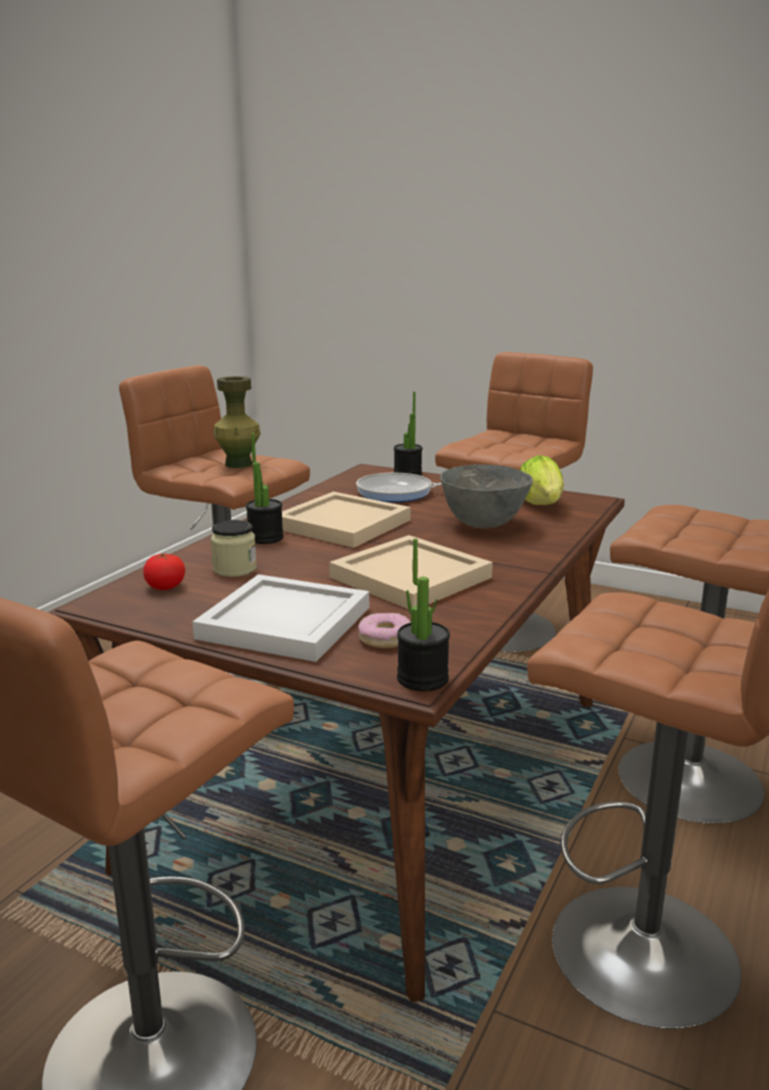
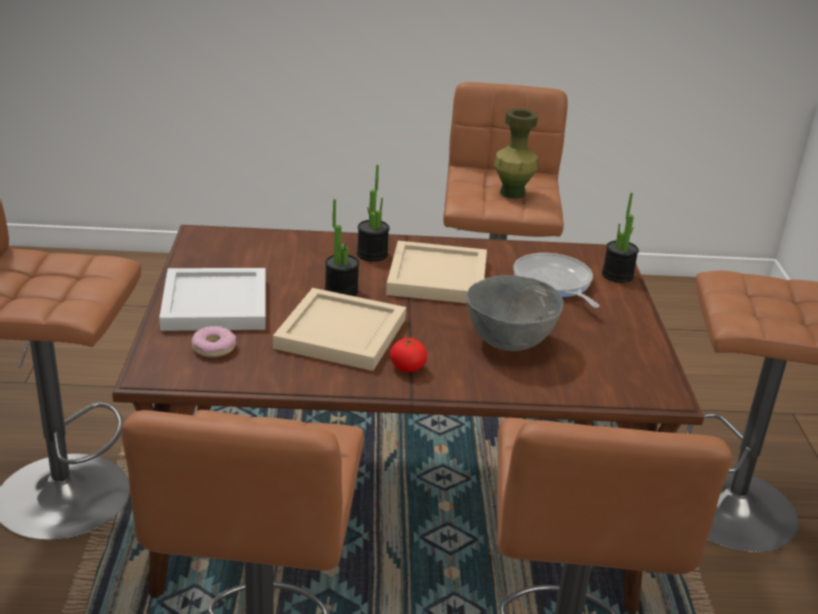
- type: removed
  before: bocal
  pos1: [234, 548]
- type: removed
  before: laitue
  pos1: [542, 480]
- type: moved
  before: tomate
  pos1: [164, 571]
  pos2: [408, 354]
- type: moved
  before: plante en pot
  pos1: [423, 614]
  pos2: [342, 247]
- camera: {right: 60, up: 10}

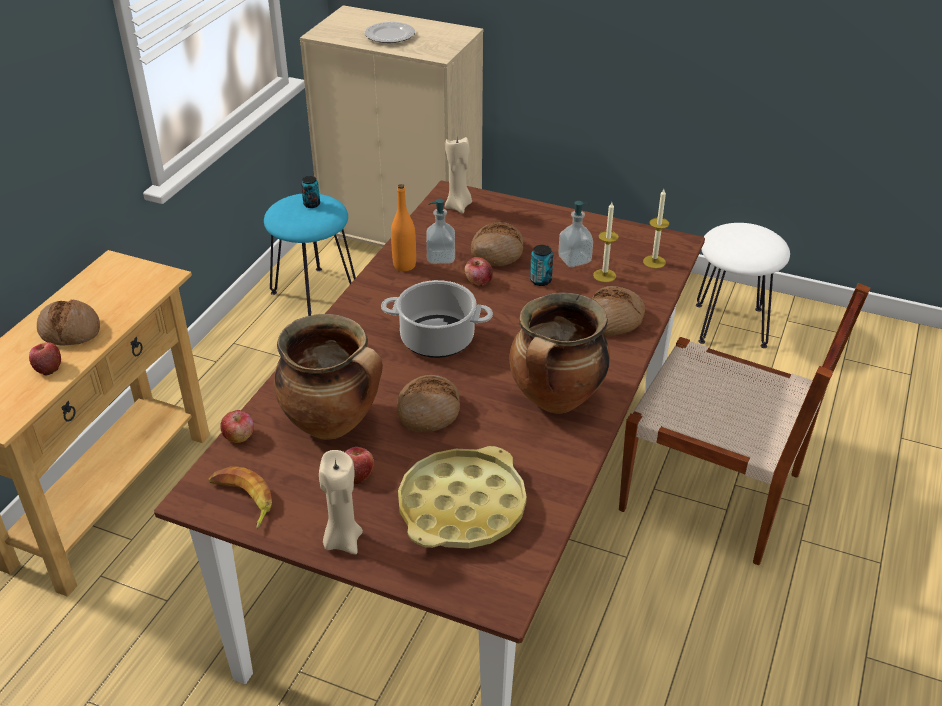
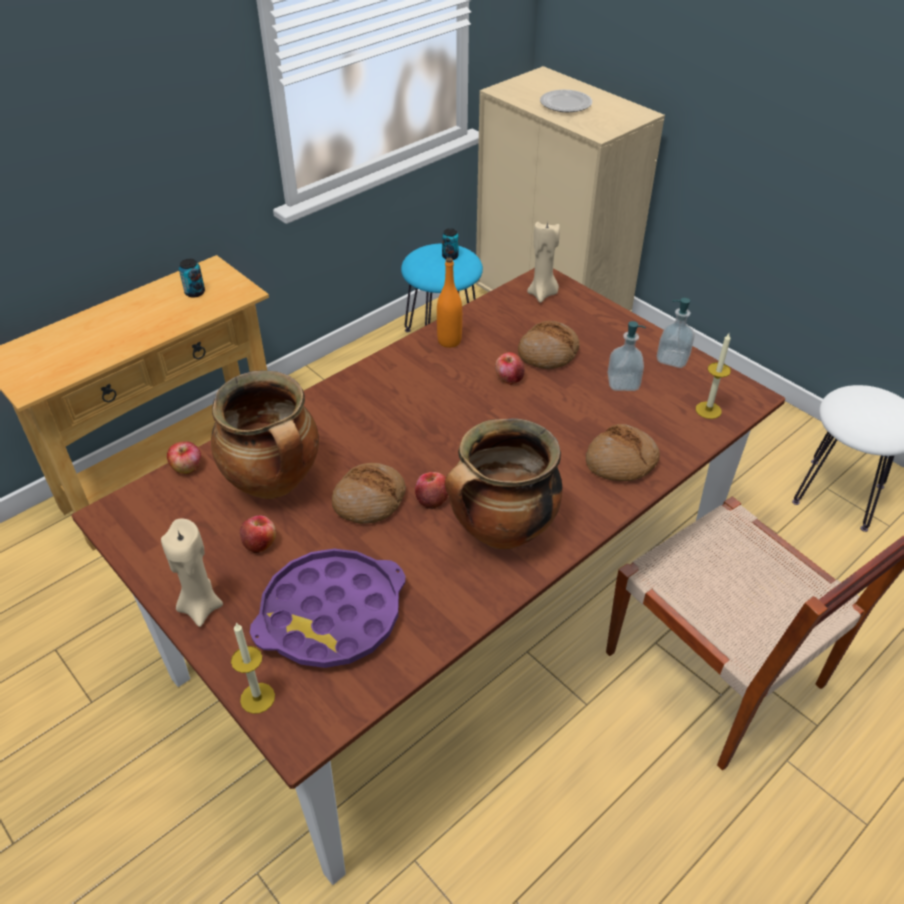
- type: removed
  before: pain
  pos1: [68, 322]
- type: removed
  before: banane
  pos1: [240, 497]
- type: removed
  before: marmite
  pos1: [437, 319]
- type: moved
  before: pomme
  pos1: [45, 358]
  pos2: [431, 490]
- type: moved
  before: distributeur de savon
  pos1: [440, 231]
  pos2: [676, 333]
- type: moved
  before: boîte métallique
  pos1: [541, 265]
  pos2: [192, 278]
- type: moved
  before: bougie
  pos1: [606, 242]
  pos2: [253, 668]
- type: recoloured
  before: plateau [jaune]
  after: plateau [violet]
  pos1: [462, 497]
  pos2: [327, 608]
- camera: {right: 25, up: 5}

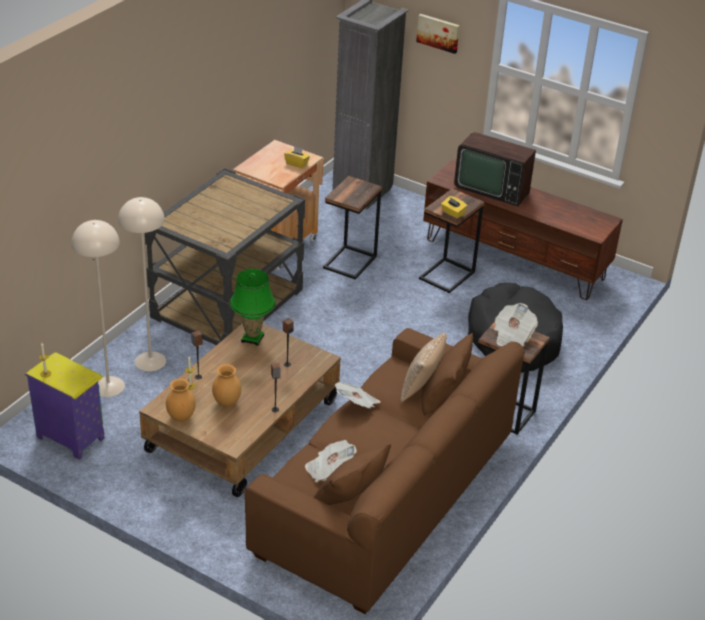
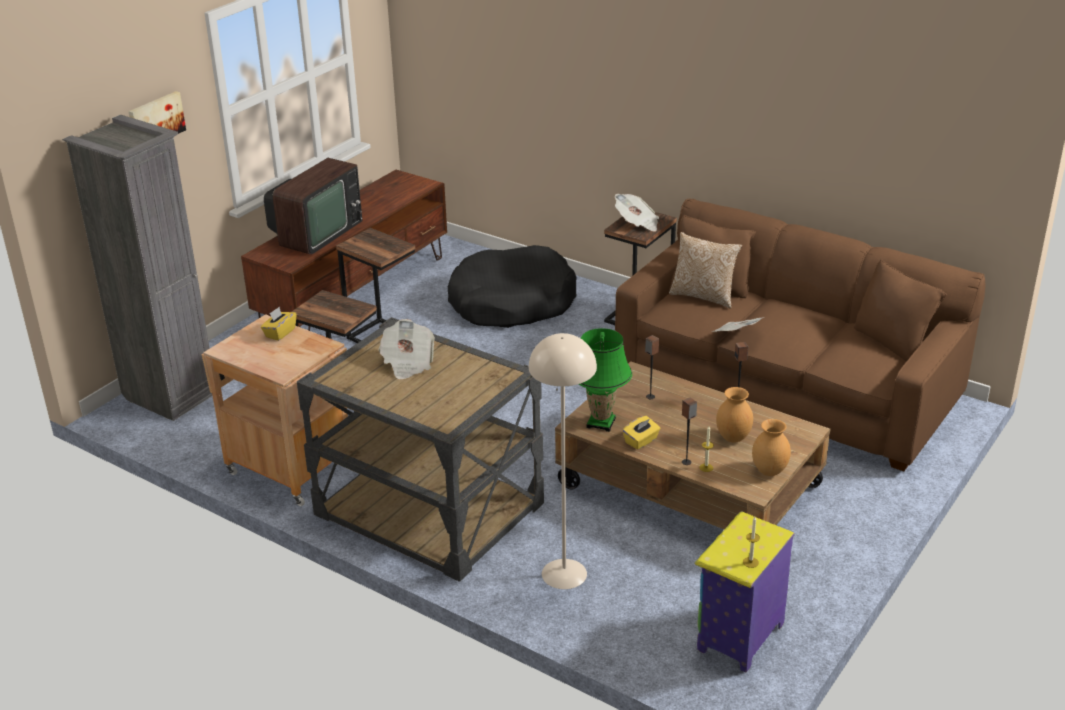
- type: removed
  before: lampadaire [beige]
  pos1: [98, 308]
- type: moved
  before: journal
  pos1: [331, 461]
  pos2: [407, 349]
- type: moved
  before: boîte à mouchoirs [jaune]
  pos1: [454, 207]
  pos2: [642, 433]
- camera: {right: -85, up: -5}

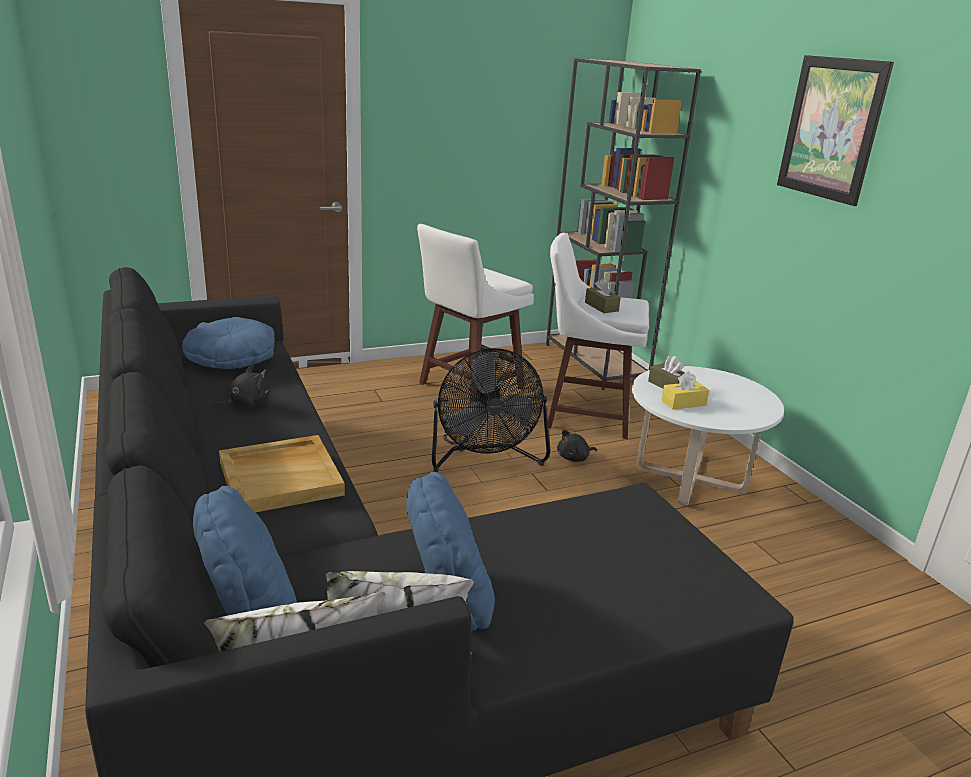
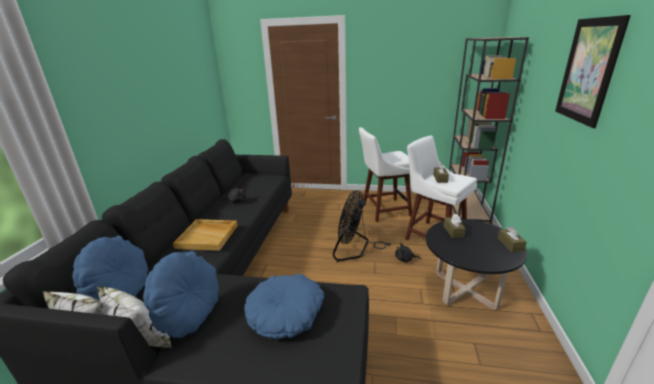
- type: removed
  before: boîte à mouchoirs [jaune]
  pos1: [685, 390]
- type: added
  after: boîte à mouchoirs [marron]
  pos2: [512, 239]
- type: moved
  before: coussin [bleu]
  pos1: [228, 343]
  pos2: [284, 306]
- type: recoloured
  before: table basse [blanc]
  after: table basse [noir]
  pos1: [708, 435]
  pos2: [476, 264]
- type: turned
  before: ventilateur [noir]
  pos1: [491, 410]
  pos2: [362, 226]
  turn: 90
- camera: {right: 35, up: 0}

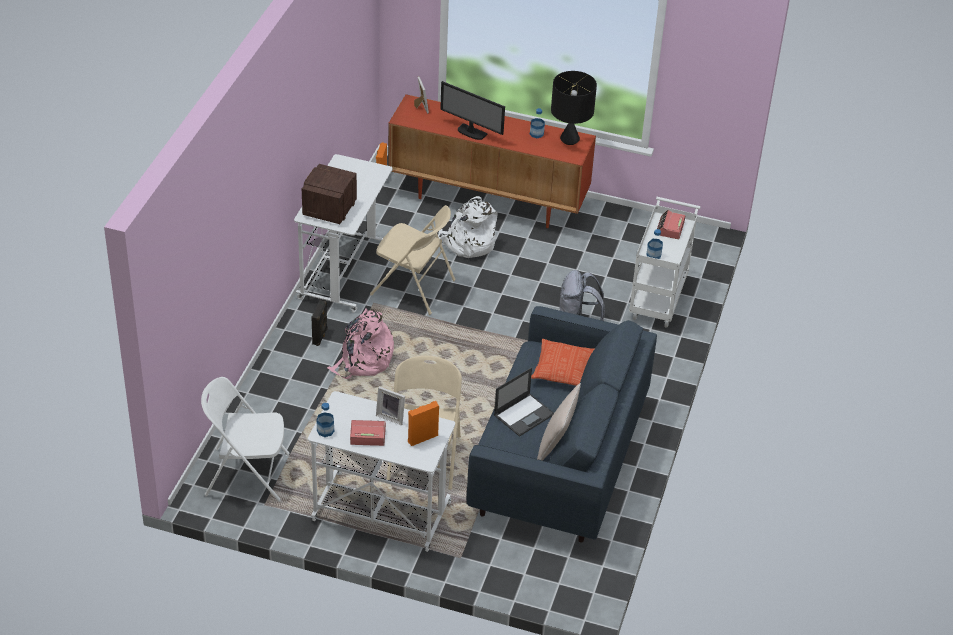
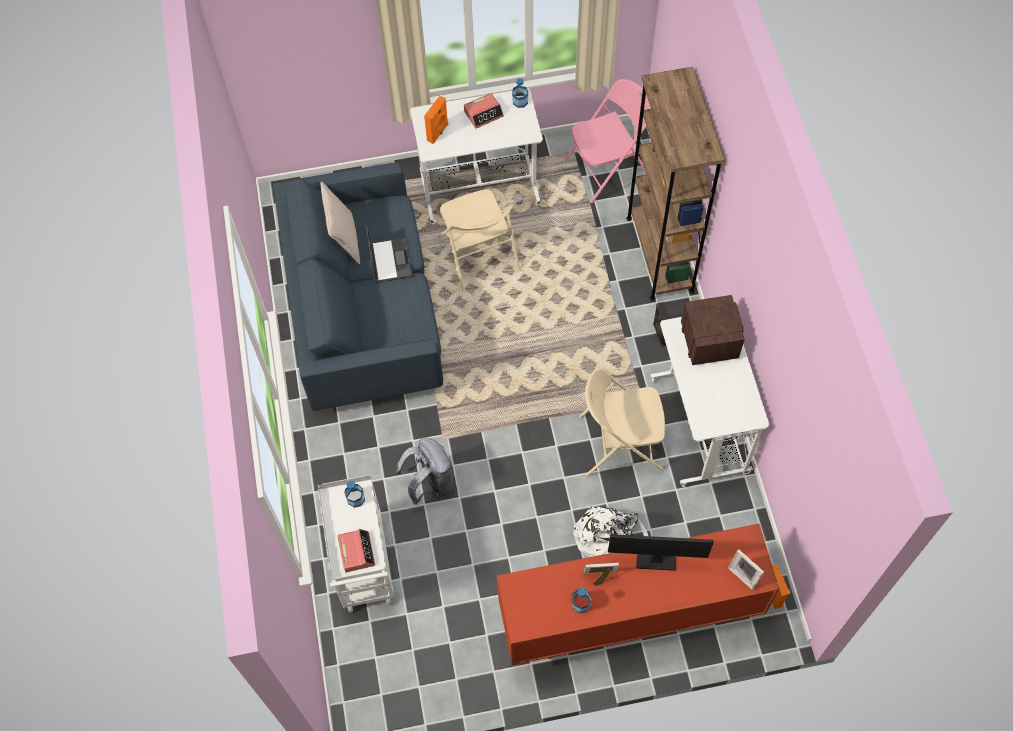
- type: removed
  before: sac à dos [rose]
  pos1: [360, 343]
- type: removed
  before: coussin [orange]
  pos1: [562, 362]
- type: removed
  before: lampe de table [noir]
  pos1: [574, 108]
- type: added
  after: bibliothèque [marron]
  pos2: [675, 184]
- type: moved
  before: cadre photo
  pos1: [390, 406]
  pos2: [601, 574]
- type: recoloured
  before: chaise [blanc]
  after: chaise [rose]
  pos1: [245, 439]
  pos2: [607, 141]
- type: turned
  before: ordinateur portable
  pos1: [524, 402]
  pos2: [389, 253]
  turn: 150
- camera: {right: 155, up: 20}

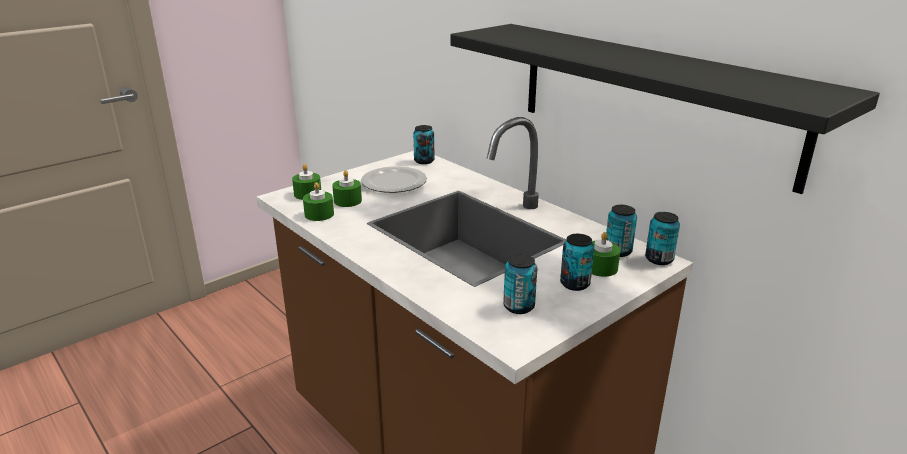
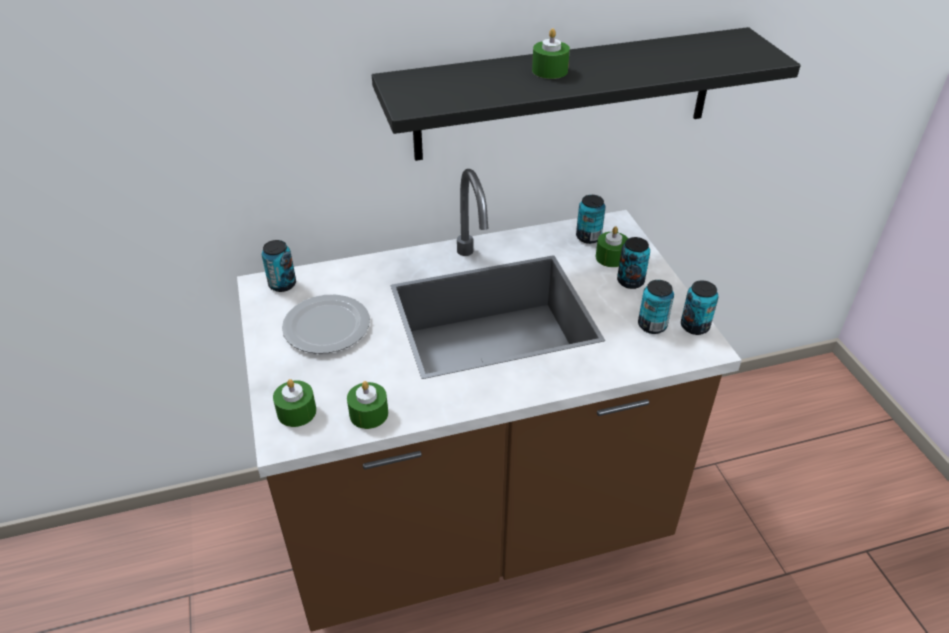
- type: moved
  before: bougie [vert]
  pos1: [347, 188]
  pos2: [551, 53]
- type: moved
  before: boîte métallique
  pos1: [662, 238]
  pos2: [700, 308]
- camera: {right: -65, up: 15}

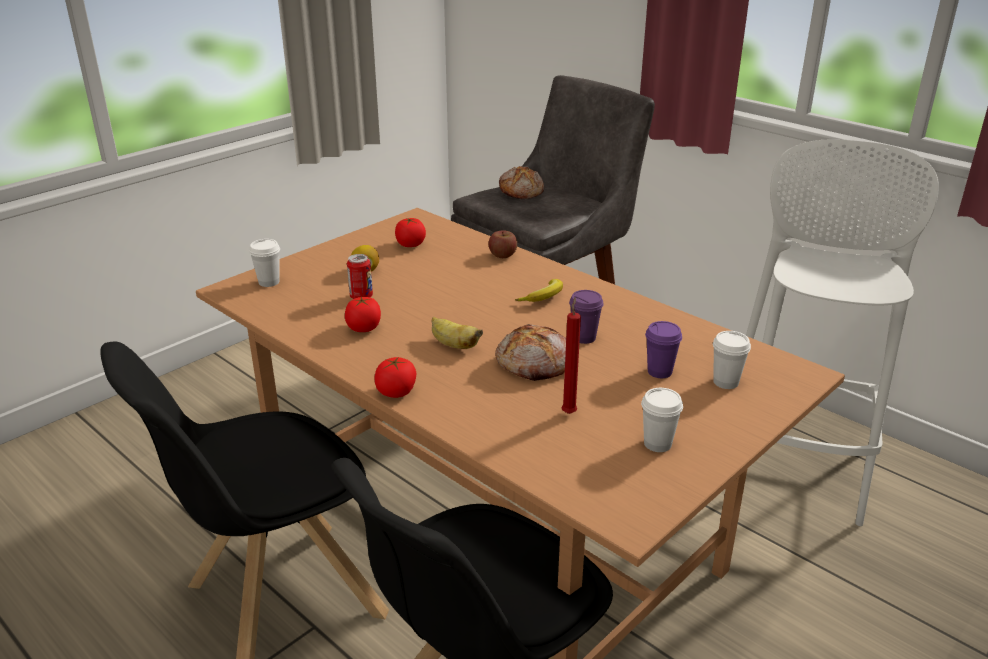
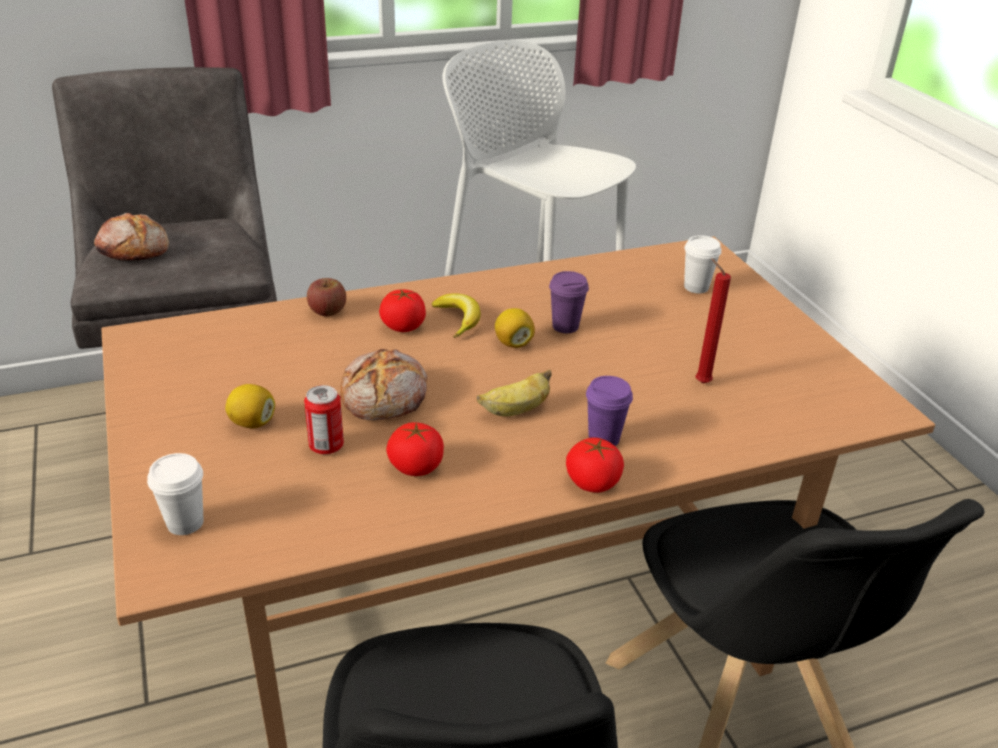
- type: removed
  before: tasse [blanc]
  pos1: [662, 420]
- type: added
  after: citron
  pos2: [515, 328]
- type: moved
  before: tomate
  pos1: [410, 232]
  pos2: [402, 310]
- type: moved
  before: pain
  pos1: [530, 352]
  pos2: [383, 384]
- type: moved
  before: tasse [violet]
  pos1: [663, 349]
  pos2: [609, 411]
- camera: {right: -65, up: 5}

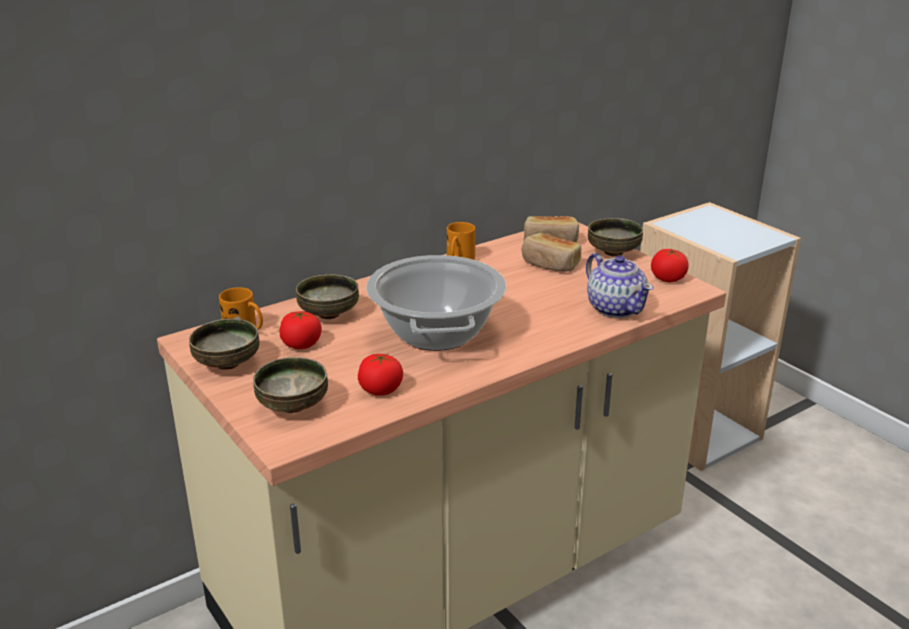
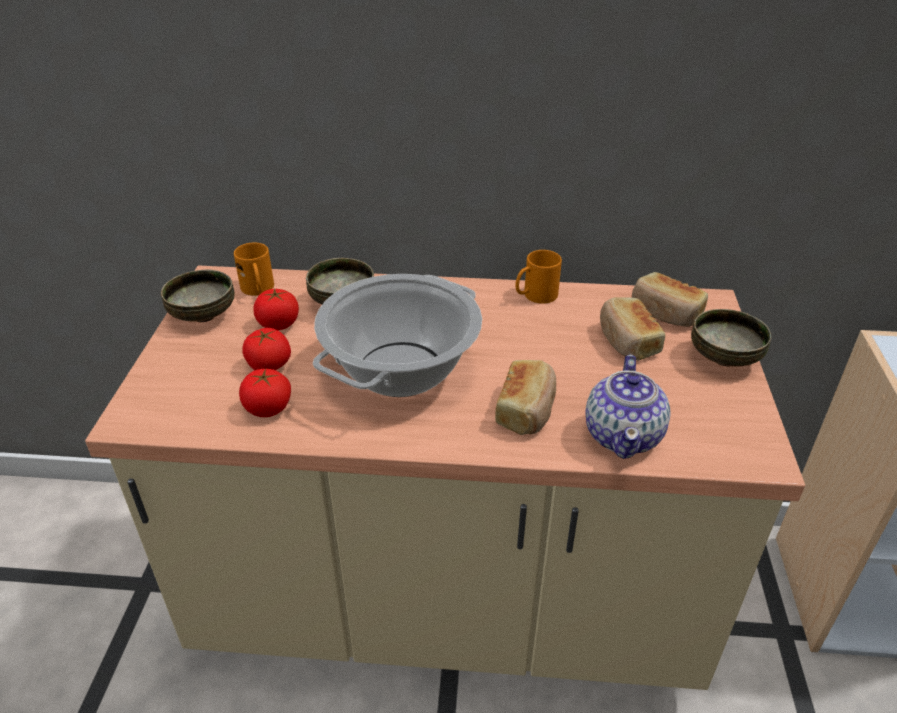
- type: removed
  before: bol
  pos1: [290, 385]
- type: added
  after: pain
  pos2: [525, 397]
- type: moved
  before: tomate
  pos1: [670, 265]
  pos2: [266, 349]
- camera: {right: 40, up: 10}

